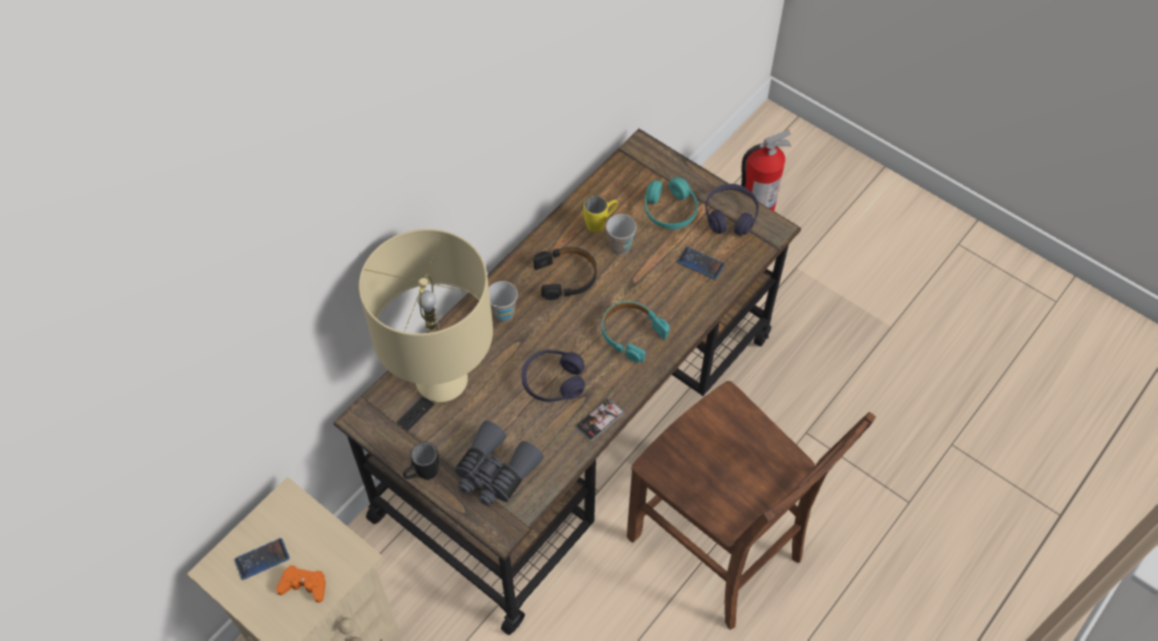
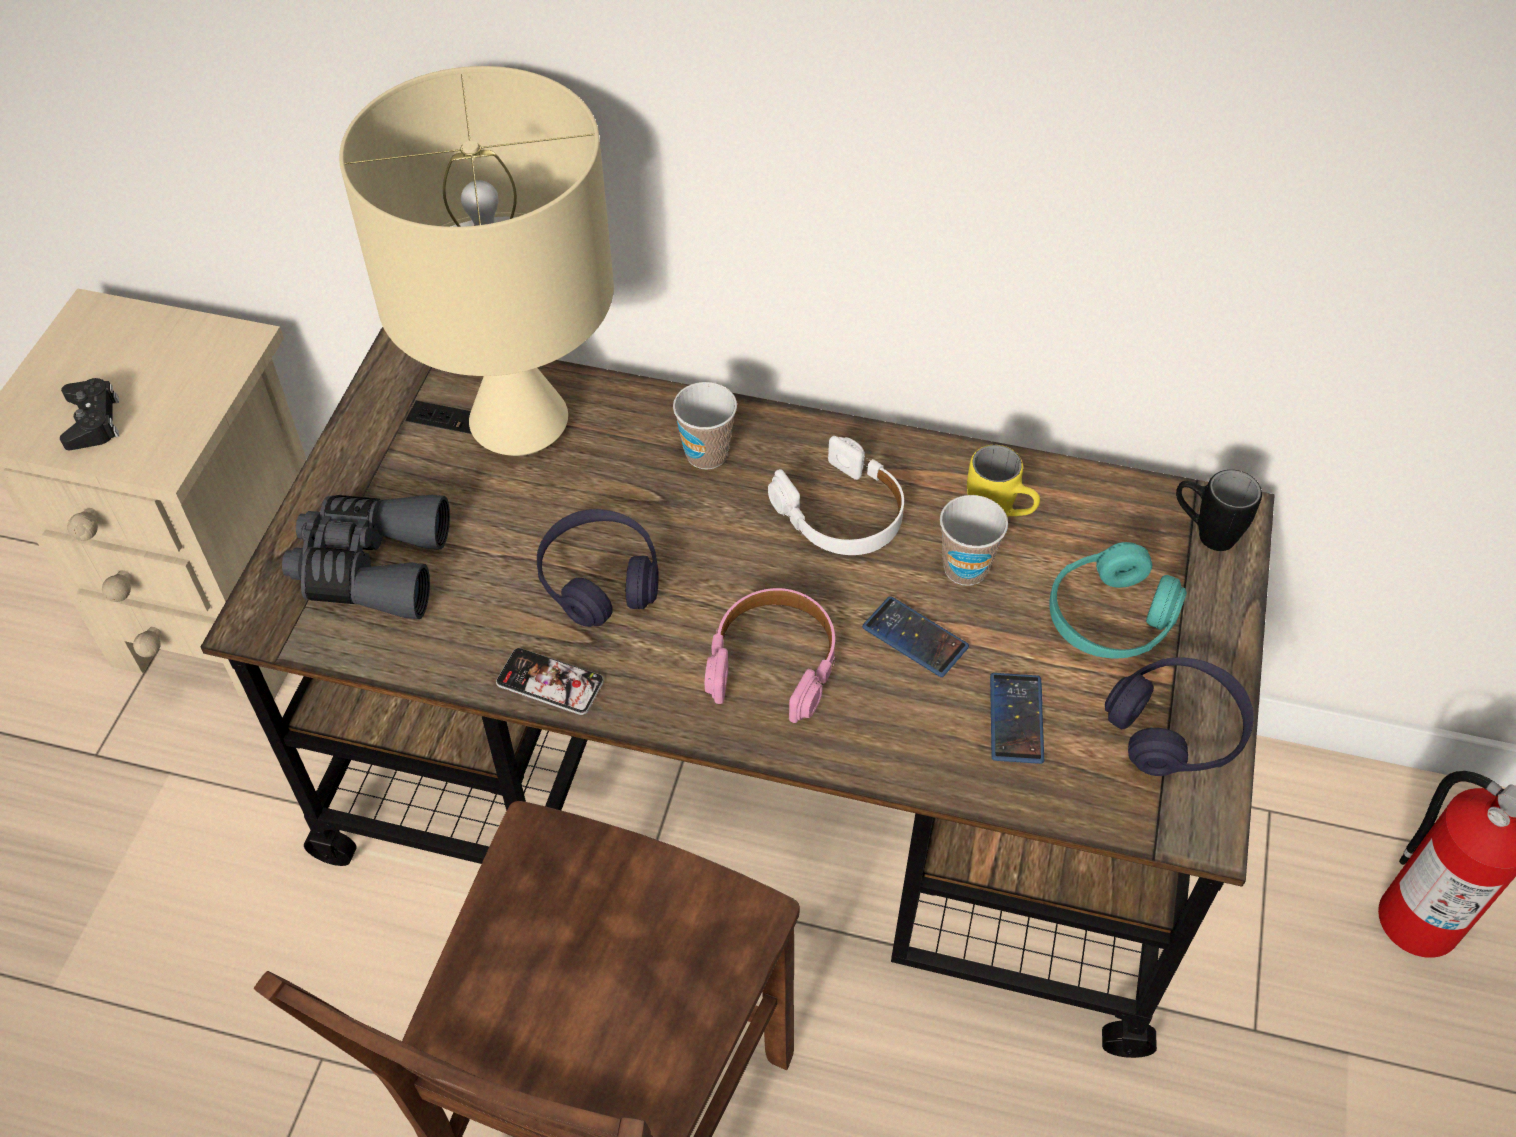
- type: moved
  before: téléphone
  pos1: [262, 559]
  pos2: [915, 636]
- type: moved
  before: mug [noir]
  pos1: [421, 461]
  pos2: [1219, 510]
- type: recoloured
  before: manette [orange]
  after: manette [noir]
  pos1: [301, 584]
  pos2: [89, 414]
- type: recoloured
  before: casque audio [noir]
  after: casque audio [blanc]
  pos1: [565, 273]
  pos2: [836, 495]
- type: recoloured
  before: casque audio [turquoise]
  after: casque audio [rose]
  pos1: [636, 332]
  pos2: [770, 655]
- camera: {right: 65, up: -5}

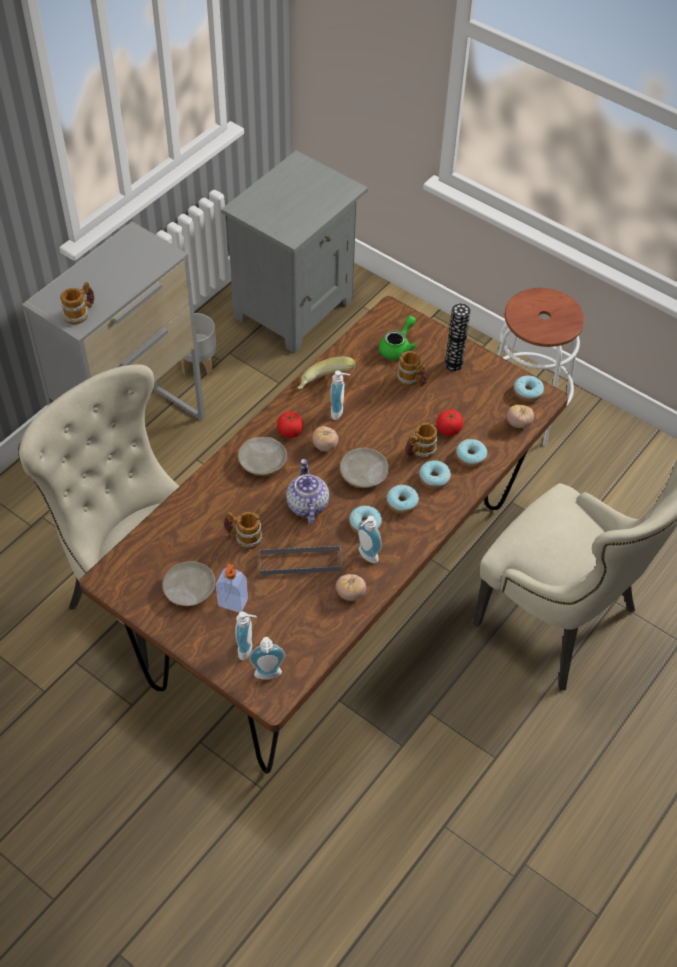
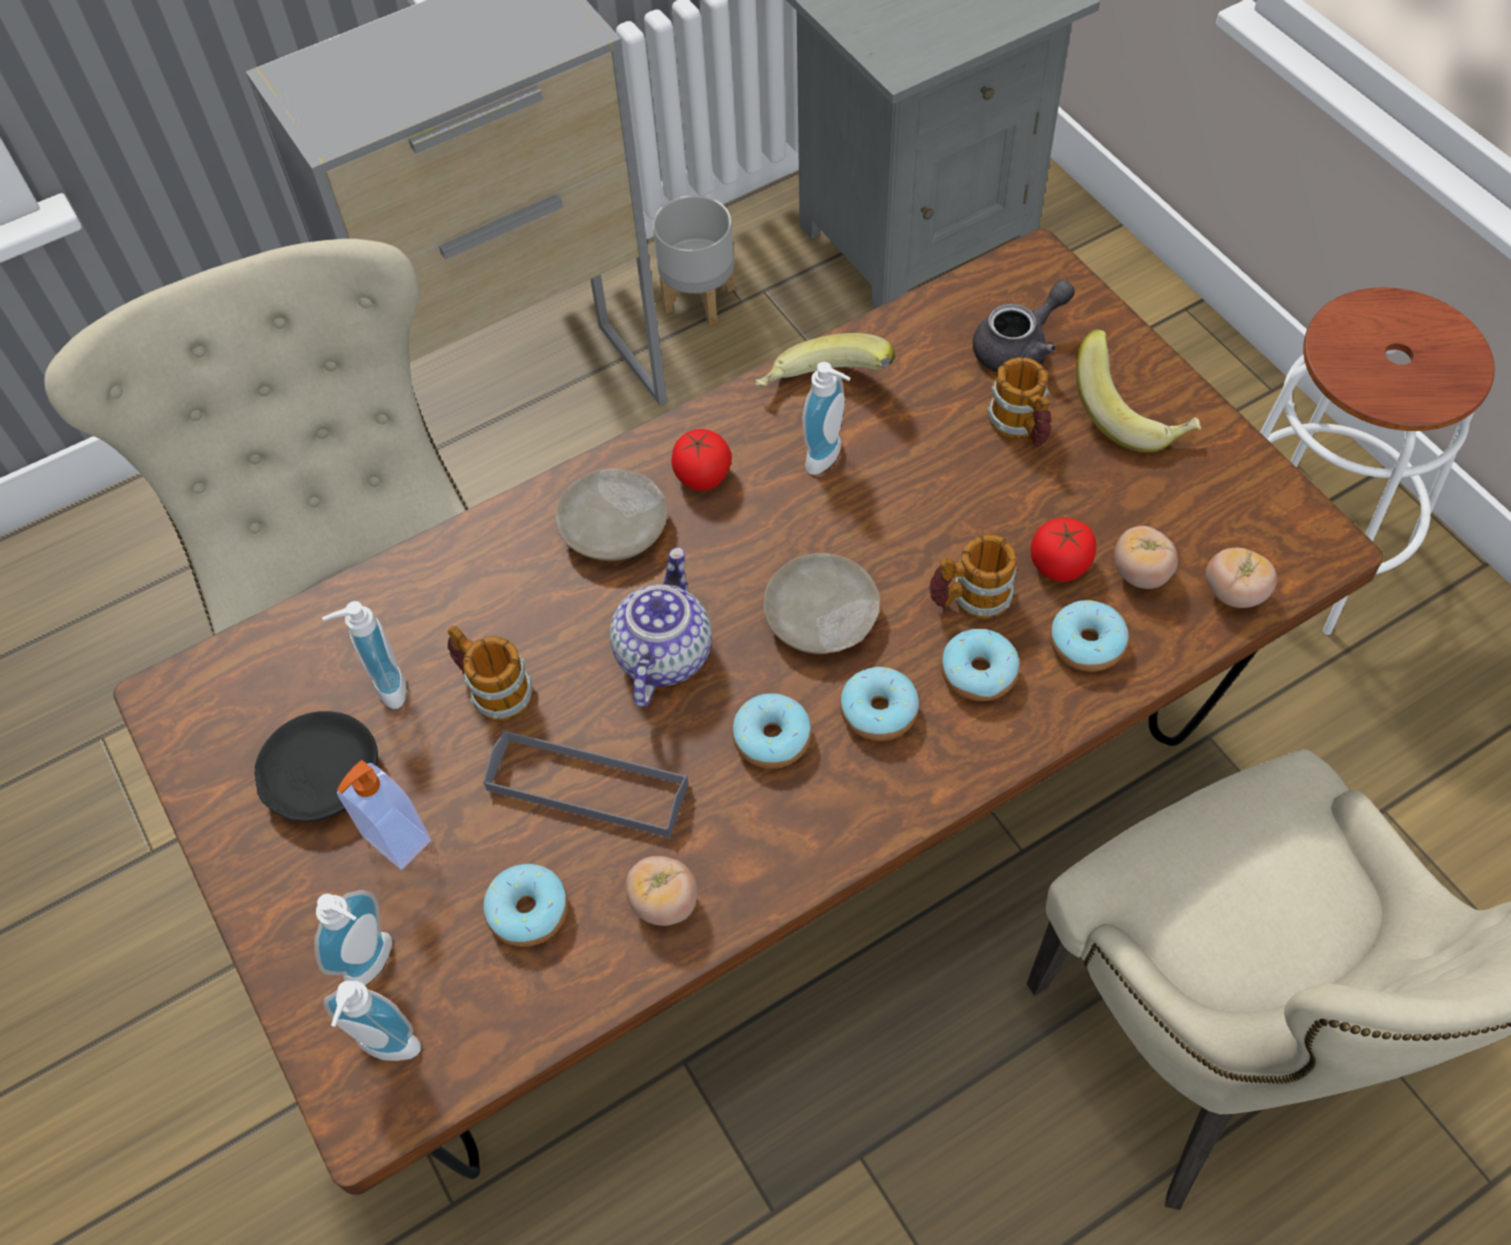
- type: removed
  before: mug
  pos1: [77, 303]
- type: moved
  before: tomate
  pos1: [325, 439]
  pos2: [1146, 557]
- type: moved
  before: distributeur de savon
  pos1: [370, 539]
  pos2: [364, 655]
- type: moved
  before: beignet
  pos1: [528, 388]
  pos2: [526, 905]
- type: replaced
  before: vase
  after: banane
  pos1: [458, 337]
  pos2: [1138, 391]
- type: recoloured
  before: assiette [beige]
  after: assiette [noir]
  pos1: [188, 583]
  pos2: [316, 766]
- type: recoloured
  before: théière [vert]
  after: théière [gris]
  pos1: [398, 338]
  pos2: [1024, 326]
- camera: {right: 25, up: 5}

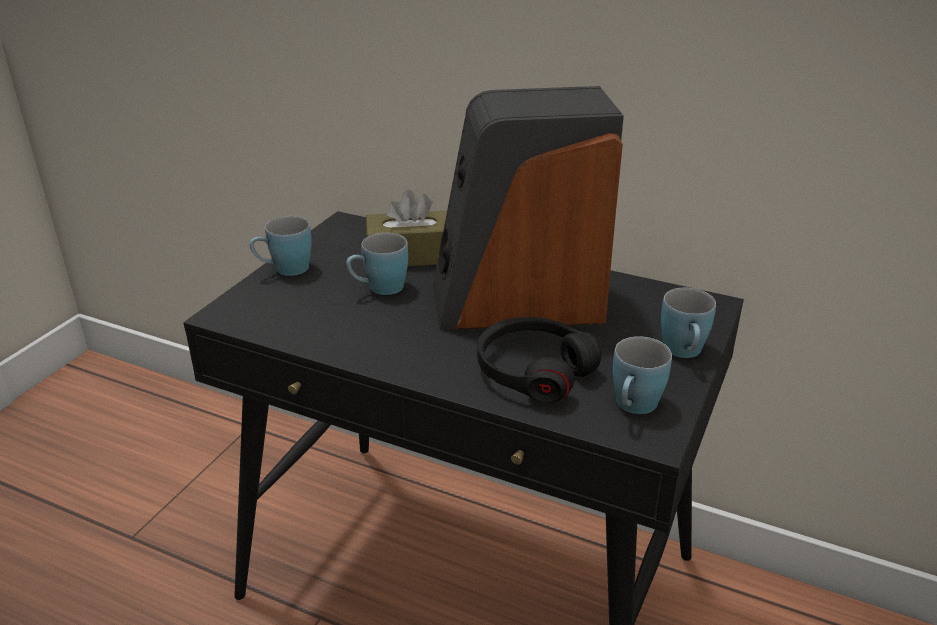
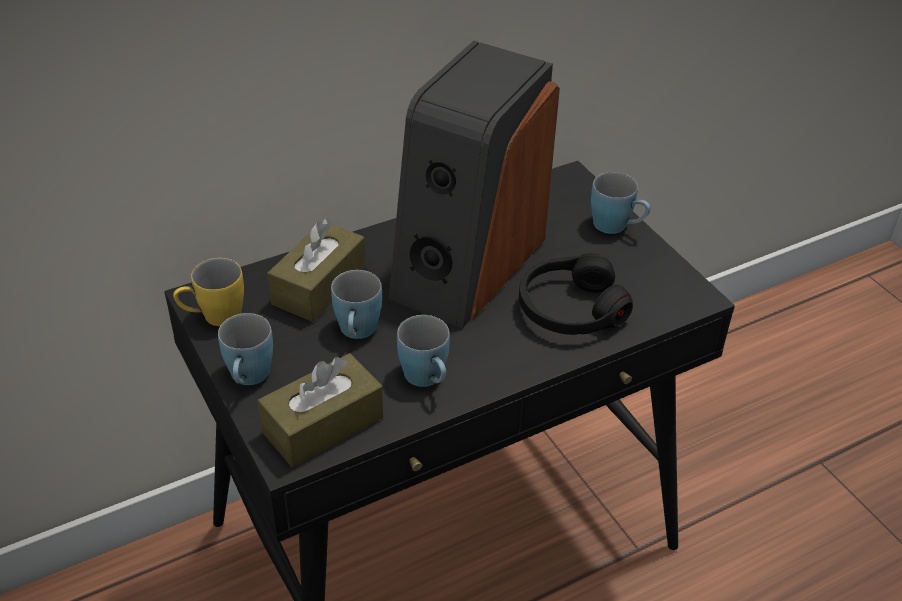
- type: added
  after: mug [jaune]
  pos2: [208, 292]
- type: added
  after: boîte à mouchoirs [marron]
  pos2: [320, 410]
- type: moved
  before: mug [bleu]
  pos1: [642, 375]
  pos2: [423, 351]
- camera: {right: -55, up: 10}

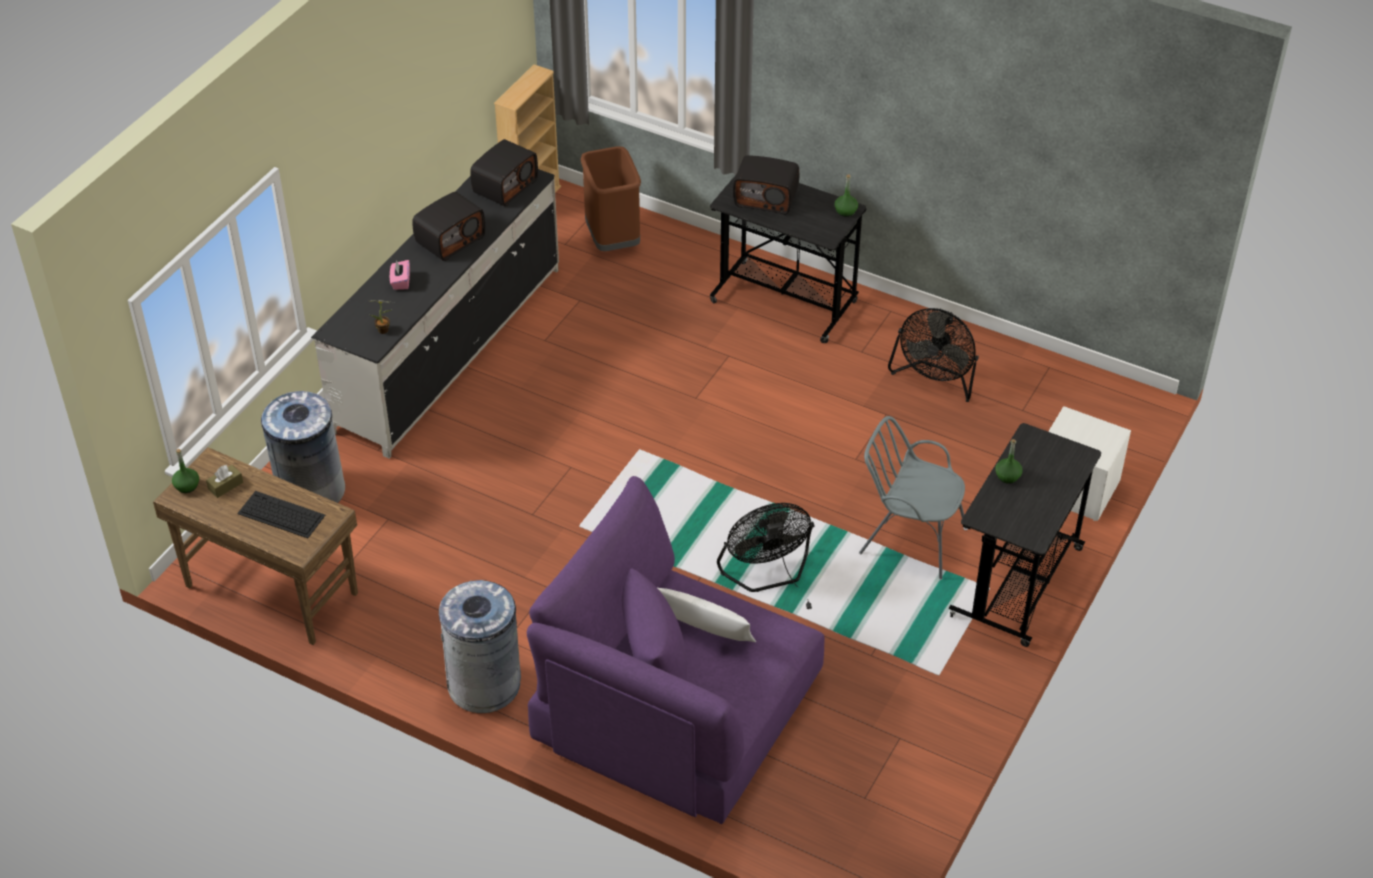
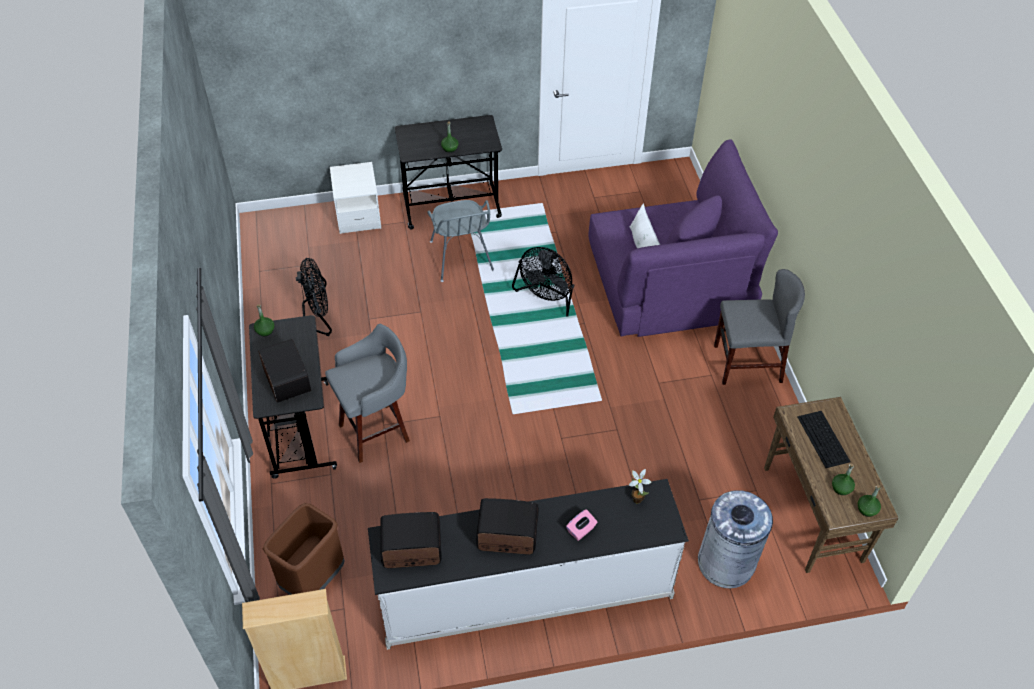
- type: added
  after: tabouret [gris]
  pos2: [367, 393]
- type: replaced
  before: boîte à mouchoirs [marron]
  after: bouteille [vert]
  pos1: [224, 481]
  pos2: [843, 479]
- type: replaced
  before: poubelle [gris]
  after: chaise [gris]
  pos1: [480, 646]
  pos2: [759, 327]
- camera: {right: -130, up: 5}

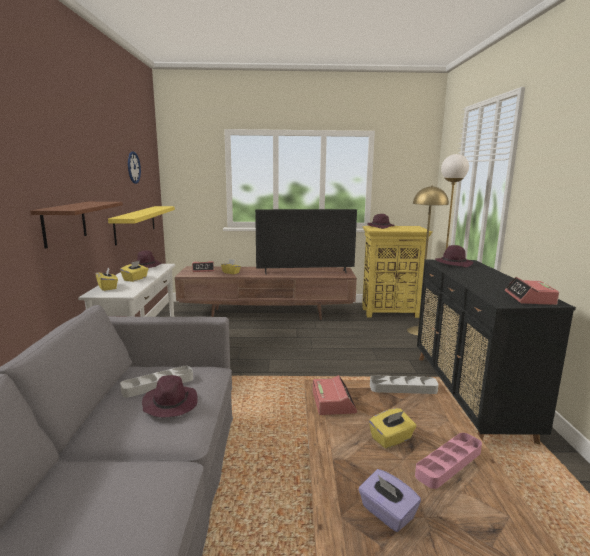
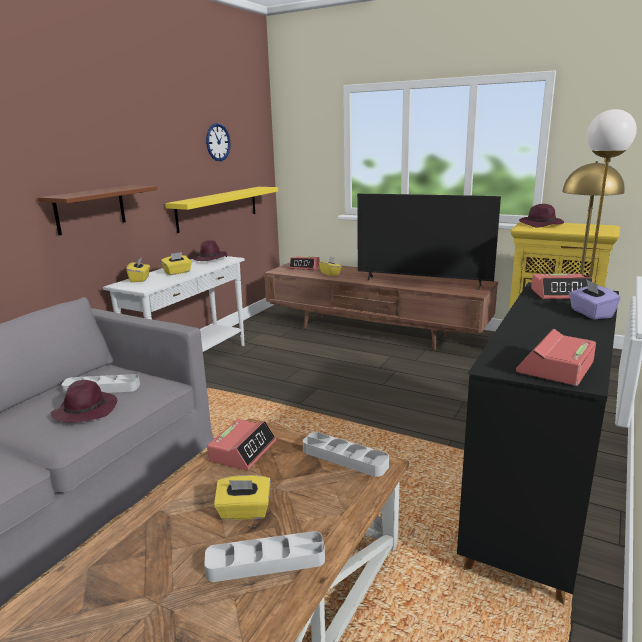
- type: moved
  before: boîte à mouchoirs [violet]
  pos1: [390, 500]
  pos2: [595, 299]
- type: replaced
  before: chapeau [violet]
  after: réveil
  pos1: [454, 256]
  pos2: [562, 286]
- type: recoloured
  before: plateau [rose]
  after: plateau [gris]
  pos1: [448, 461]
  pos2: [264, 556]
- camera: {right: 30, up: 5}

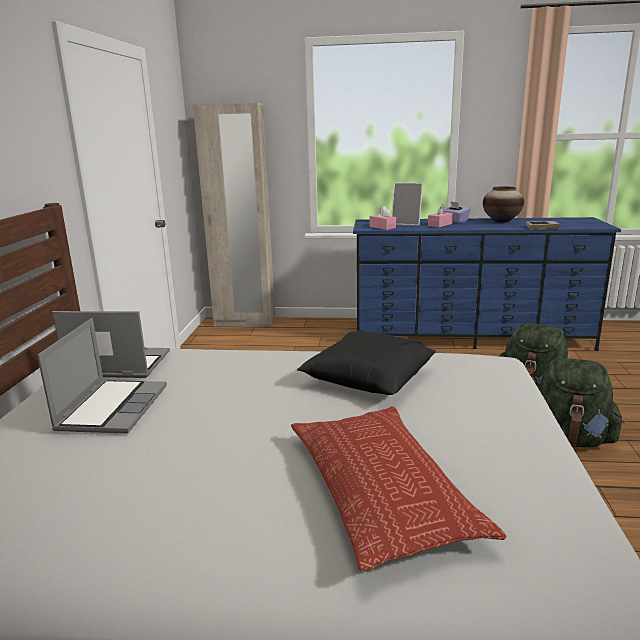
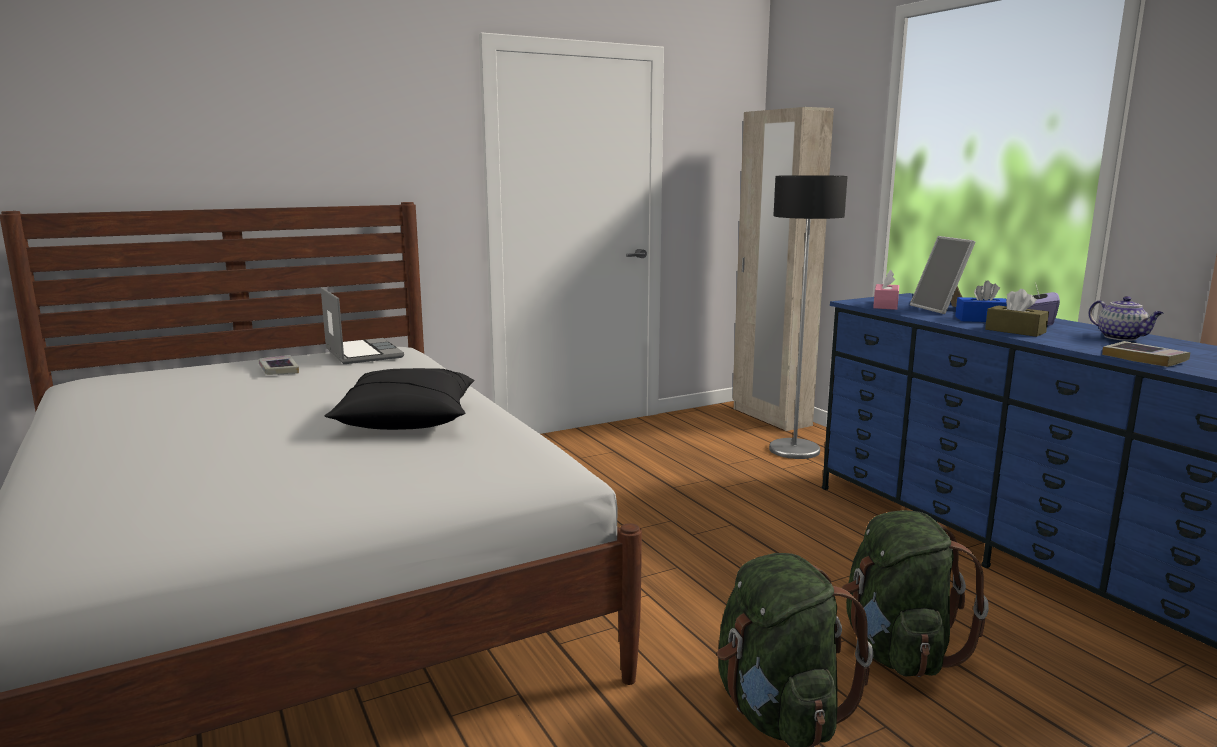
- type: removed
  before: coussin
  pos1: [398, 488]
- type: added
  after: lampadaire
  pos2: [808, 317]
- type: added
  after: boîte à mouchoirs [marron]
  pos2: [1017, 313]
- type: replaced
  before: ordinateur portable
  after: livre
  pos1: [102, 376]
  pos2: [279, 365]
- type: replaced
  before: vase
  after: théière
  pos1: [503, 204]
  pos2: [1126, 318]
- type: recoloured
  before: boîte à mouchoirs [rose]
  after: boîte à mouchoirs [bleu]
  pos1: [440, 215]
  pos2: [981, 301]
- camera: {right: 55, up: -5}

